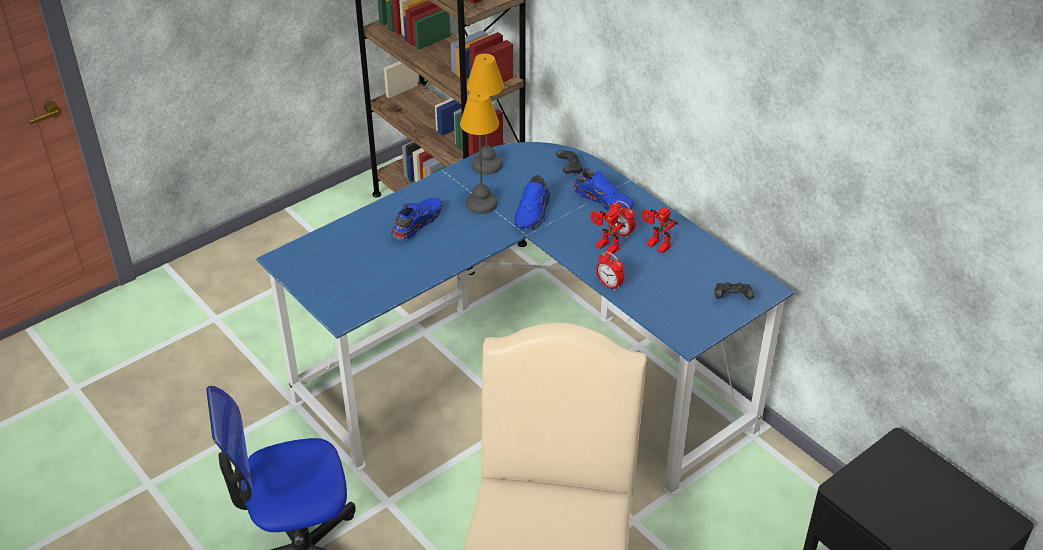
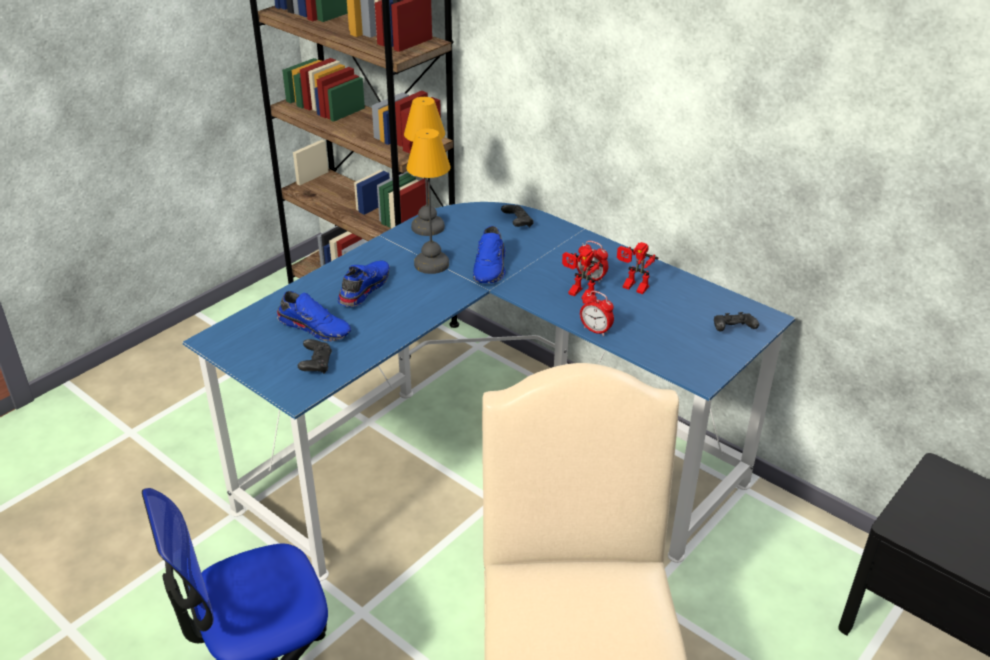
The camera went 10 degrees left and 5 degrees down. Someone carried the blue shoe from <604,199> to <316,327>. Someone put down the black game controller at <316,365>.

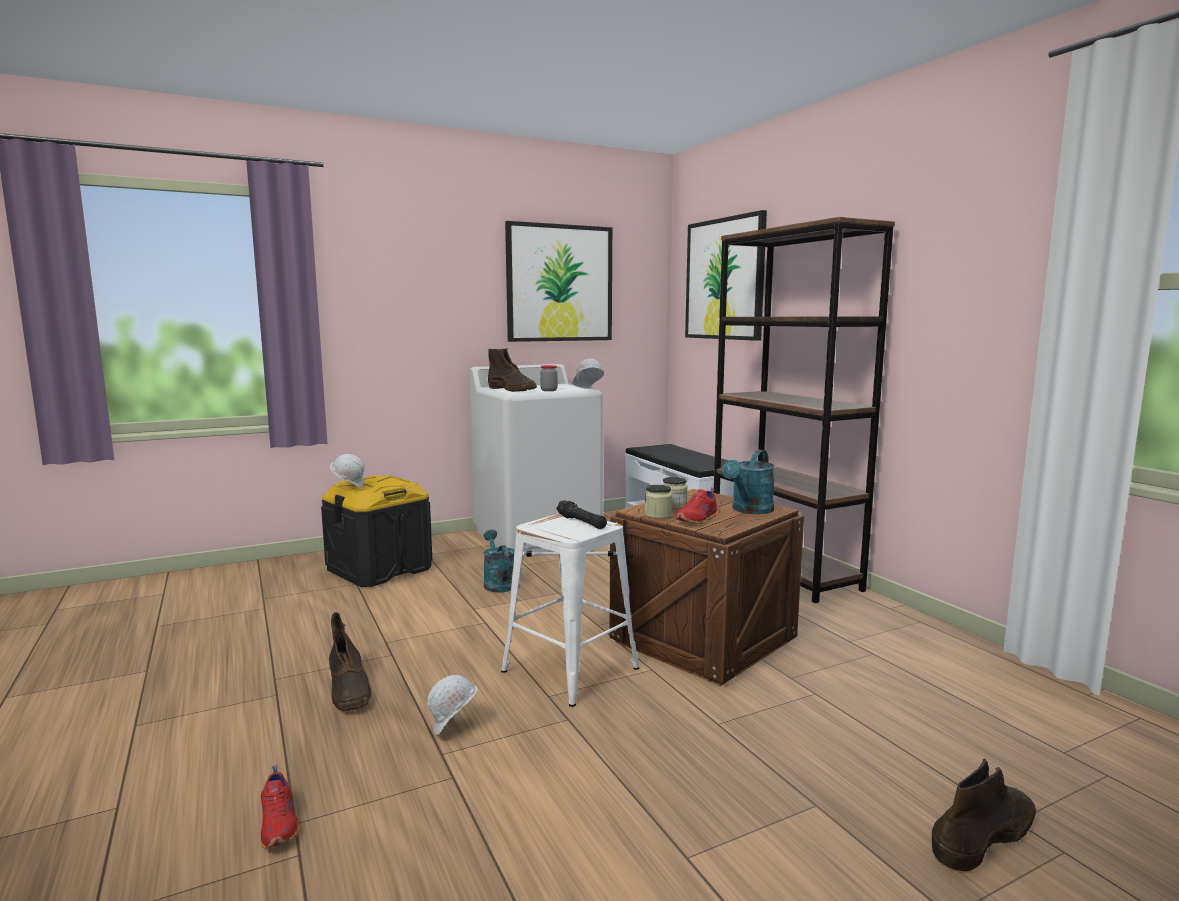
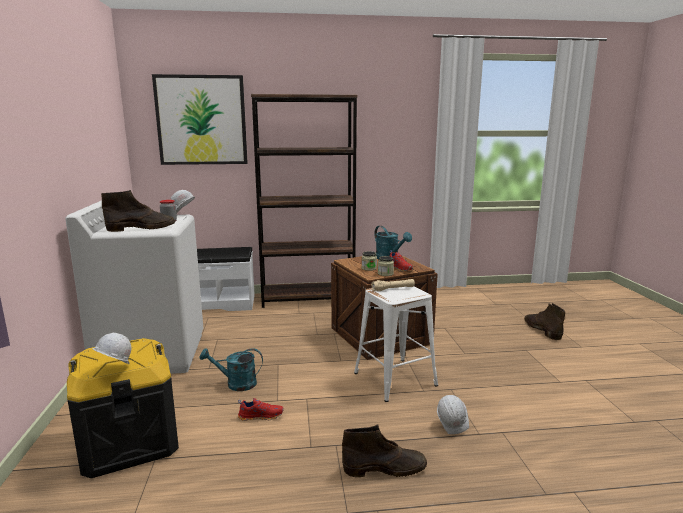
The camera went 70 degrees left and 5 degrees up. Someone carried the red shoe from <280,825> to <261,416>. Someone took away the picture at <559,283>. Someone repainted the black flashlight at <581,522>, which became the beige flashlight at <393,289>.

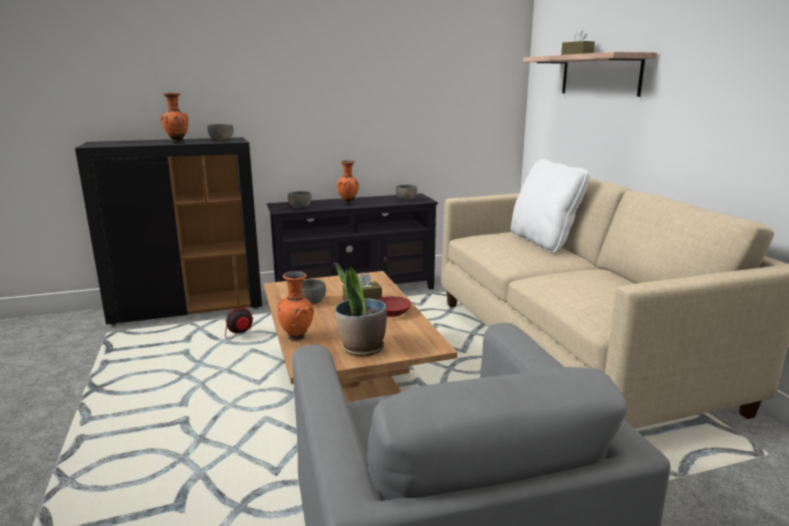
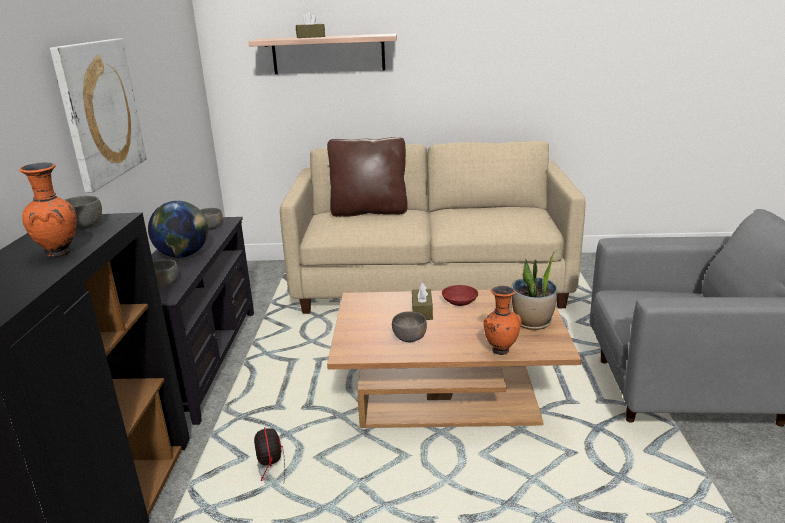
The camera went 70 degrees left and 5 degrees up. Someone swapped the orange vase at <348,203> for the globe at <183,255>. Someone repainted the white pillow at <543,242>, which became the brown pillow at <369,211>. Someone put up the picture at <100,111>.

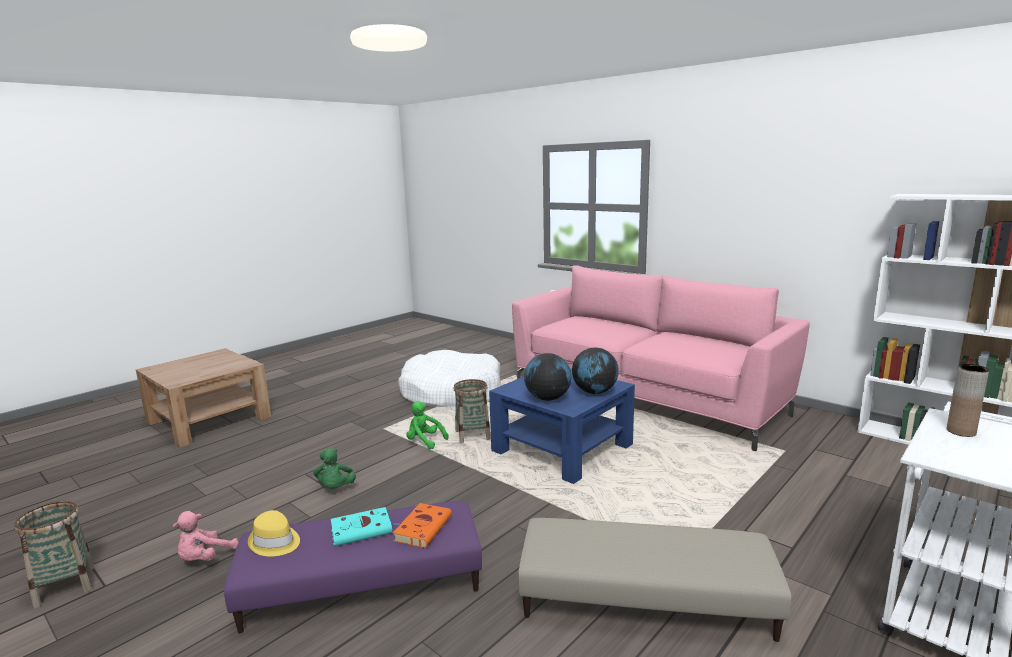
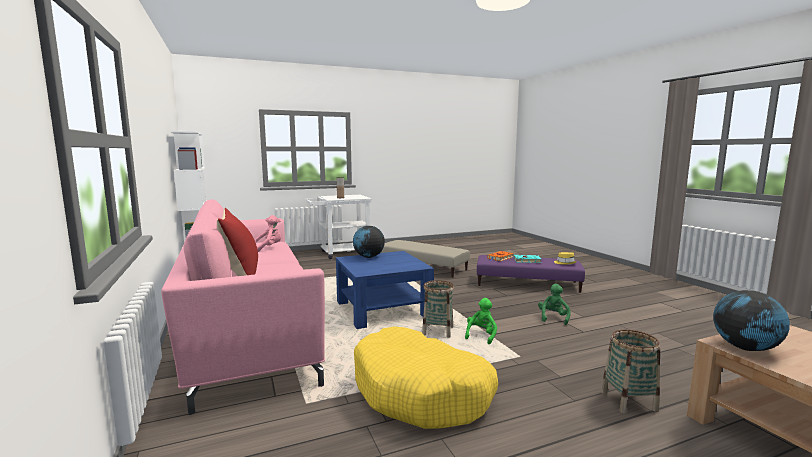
The camera went 155 degrees left and 5 degrees down. Someone carried the basket from <65,586> to <628,401>. Someone carried the pink plush toy from <205,558> to <268,248>. Someone repainted the white dog bed at <451,393>, which became the yellow dog bed at <421,392>. Someone rotated the green plush toy at <424,441> by 120 degrees counterclockwise. Someone carried the globe from <547,398> to <745,348>. Someone put down the red pillow at <240,275>.

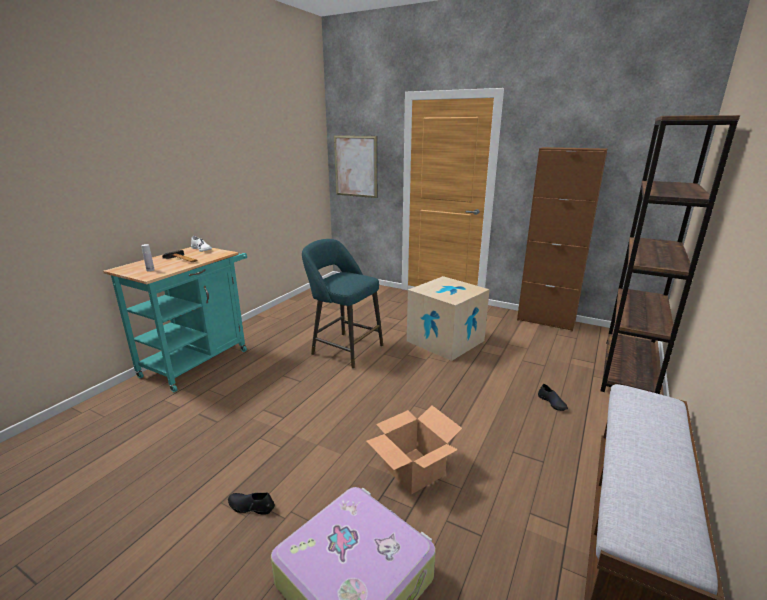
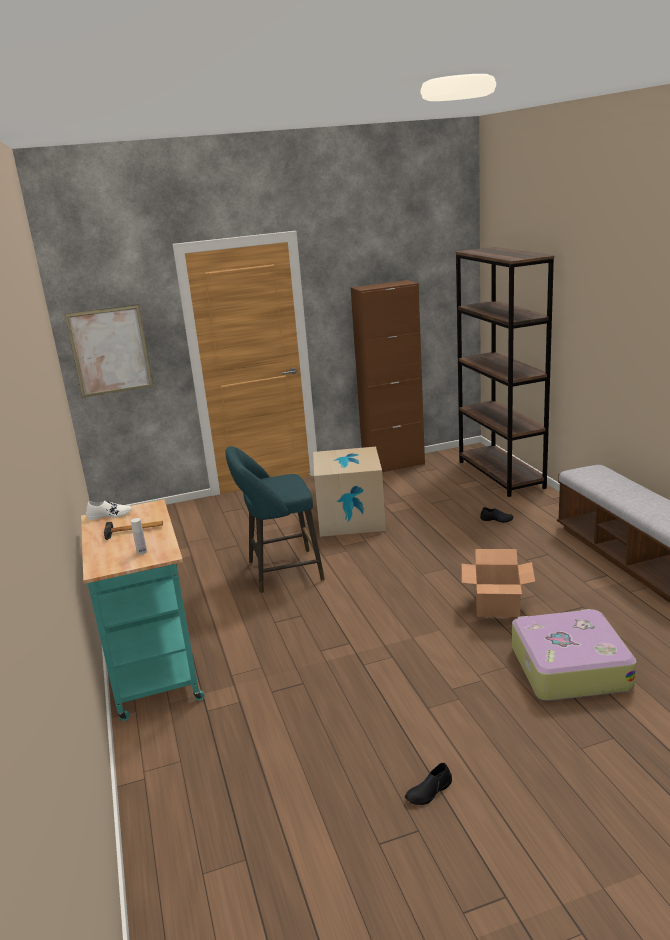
The camera went 45 degrees left and 0 degrees up. Someone carried the black shoe from <251,506> to <429,791>.

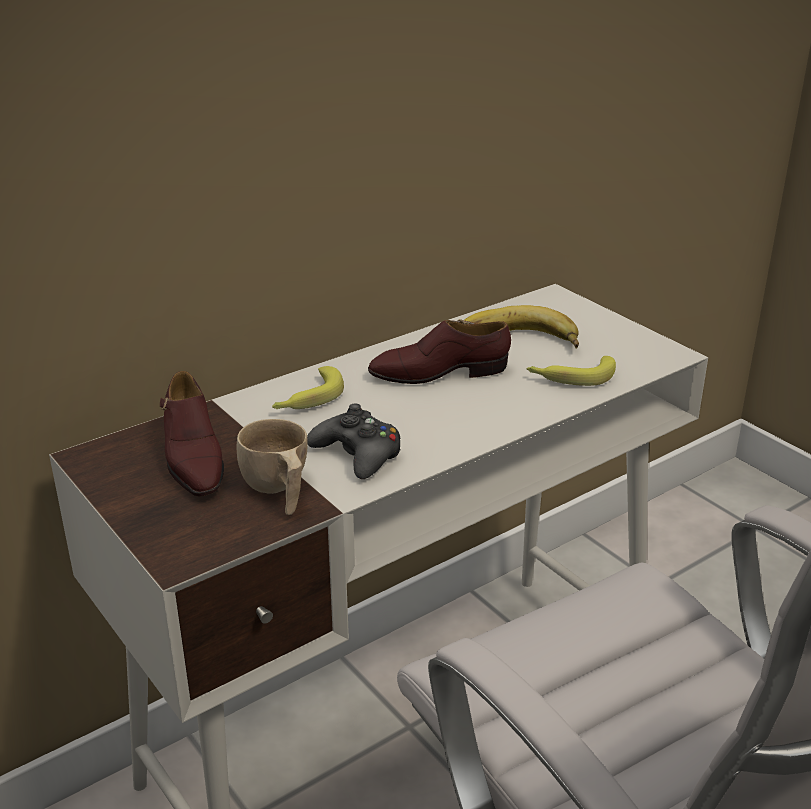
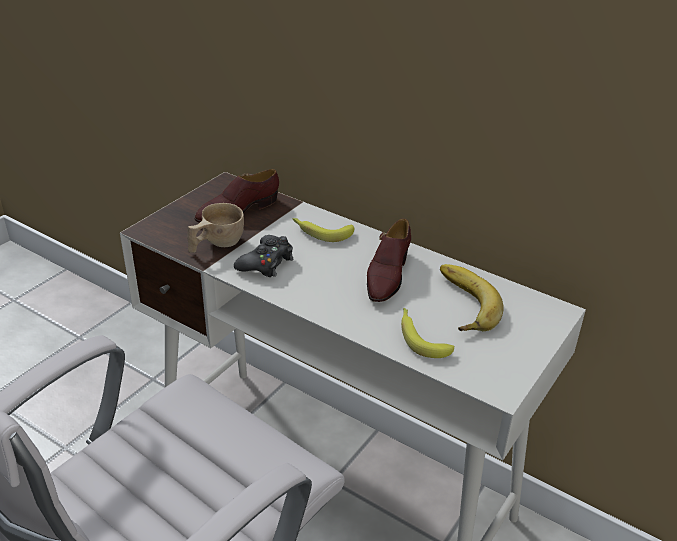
The camera went 70 degrees right and 5 degrees up. Someone rotated the brown shoe at <438,372> by 135 degrees counterclockwise.

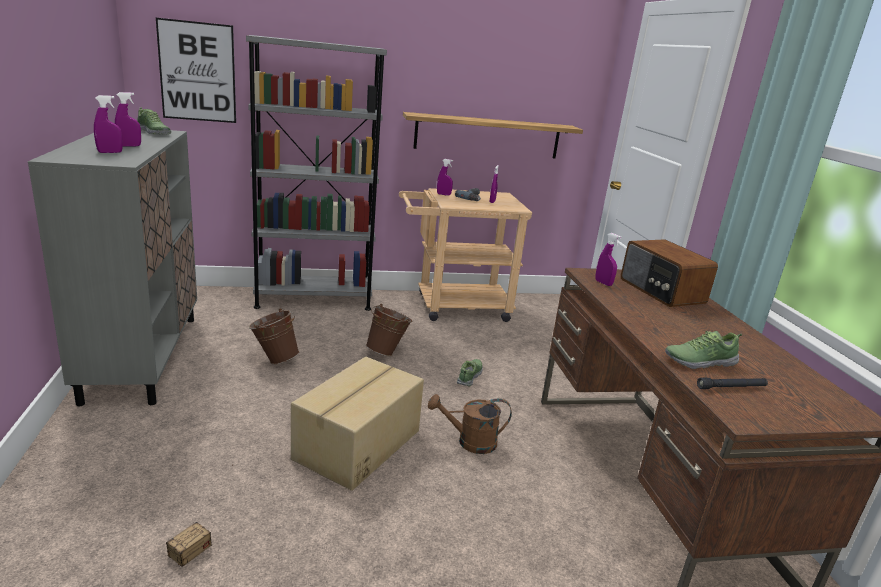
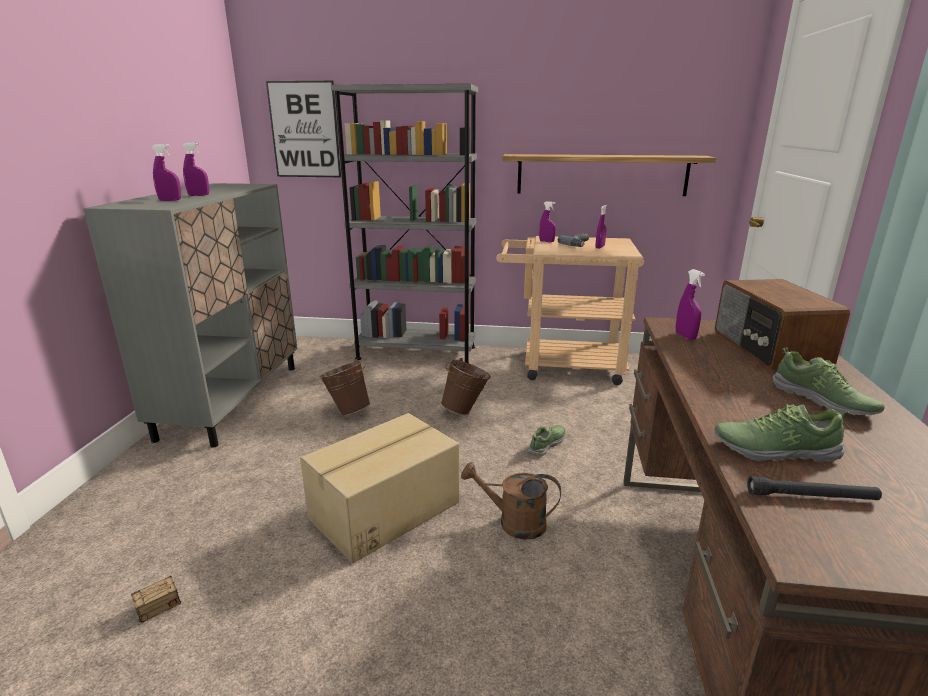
The camera went 20 degrees right and 0 degrees up. Someone carried the shoe from <153,132> to <823,401>.

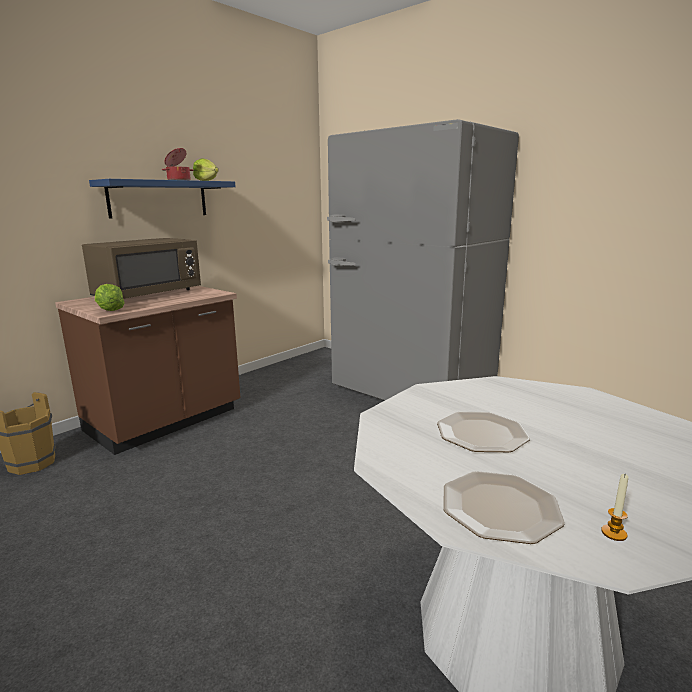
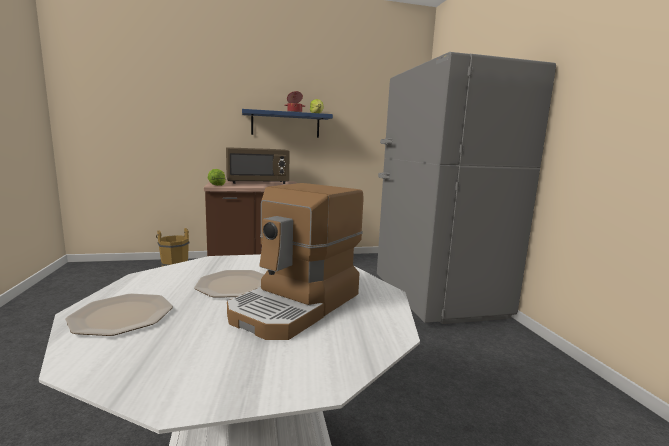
The camera went 35 degrees right and 5 degrees down. Someone took away the candle at <614,533>. Someone put down the coffee machine at <297,306>.

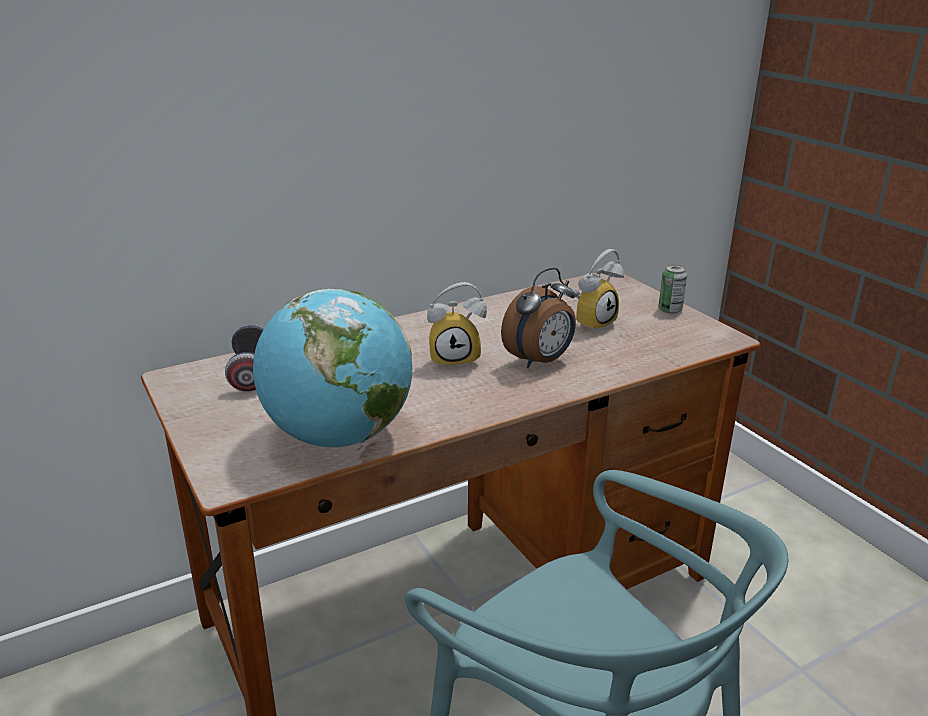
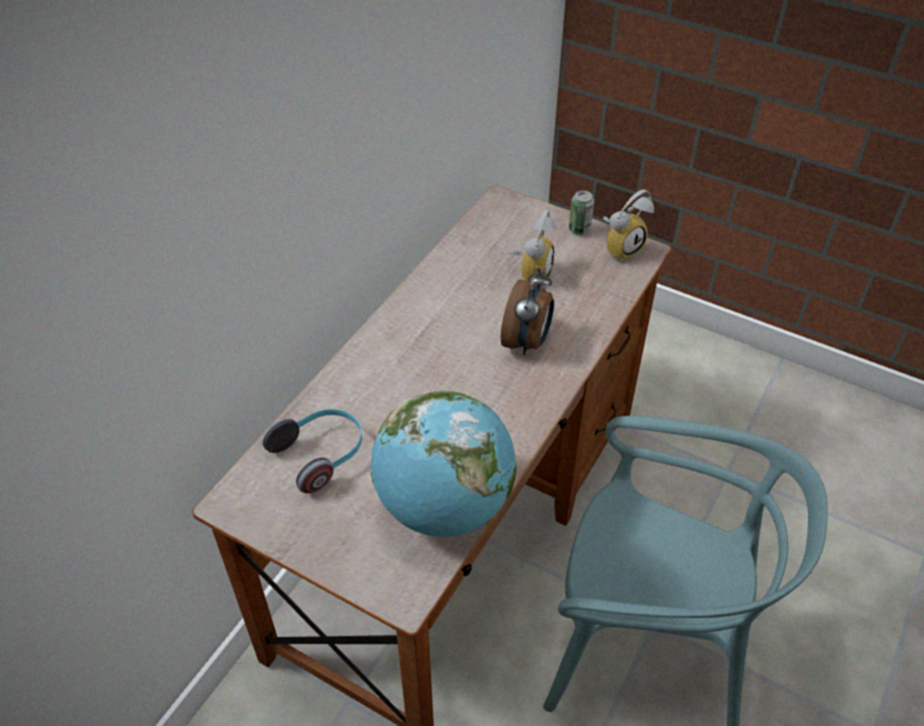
The camera went 30 degrees left and 20 degrees up. Someone carried the alarm clock from <456,359> to <621,247>.

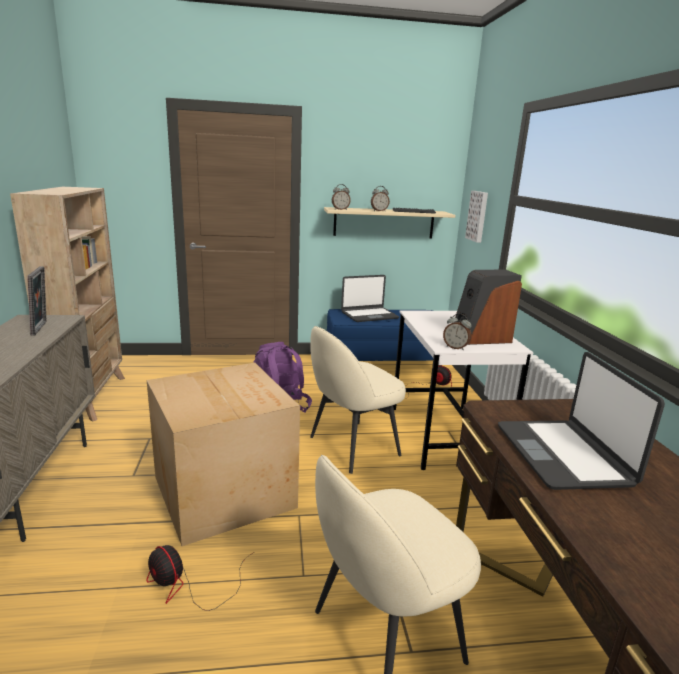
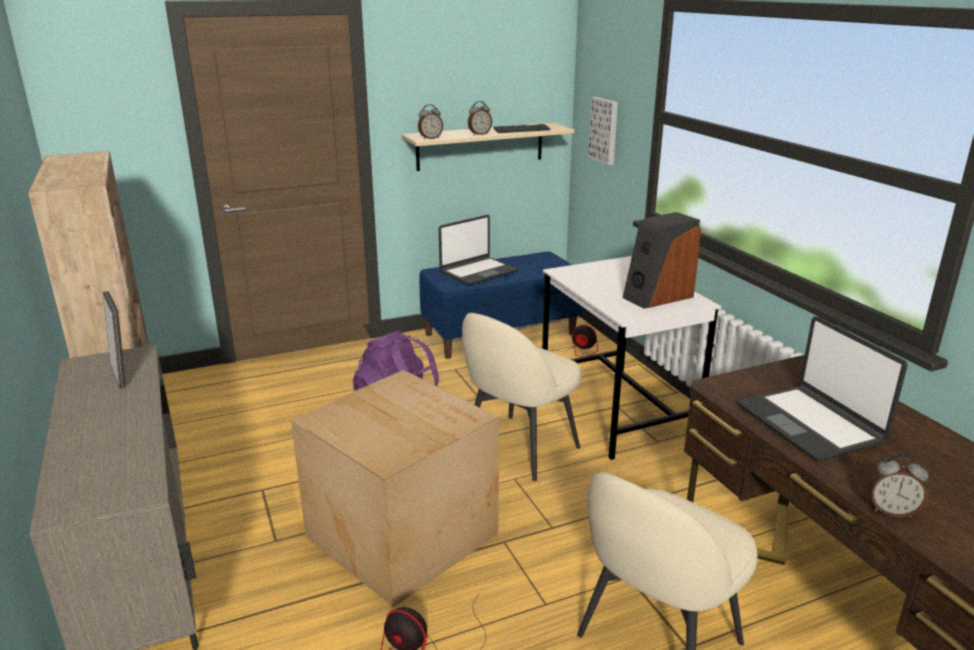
The camera went 15 degrees left and 5 degrees up. Someone carried the alarm clock from <455,347> to <891,511>.

